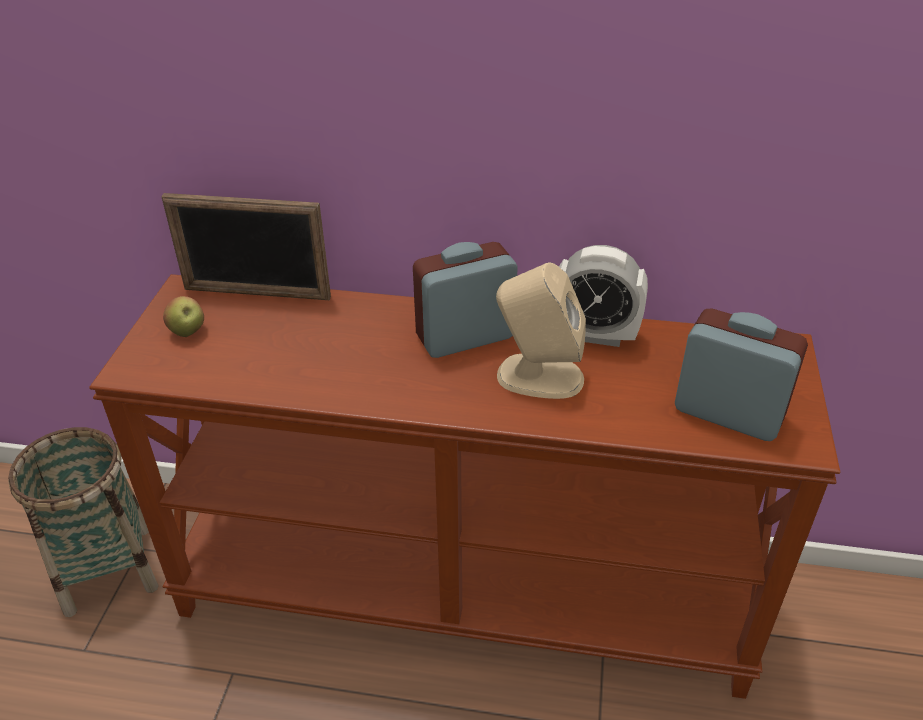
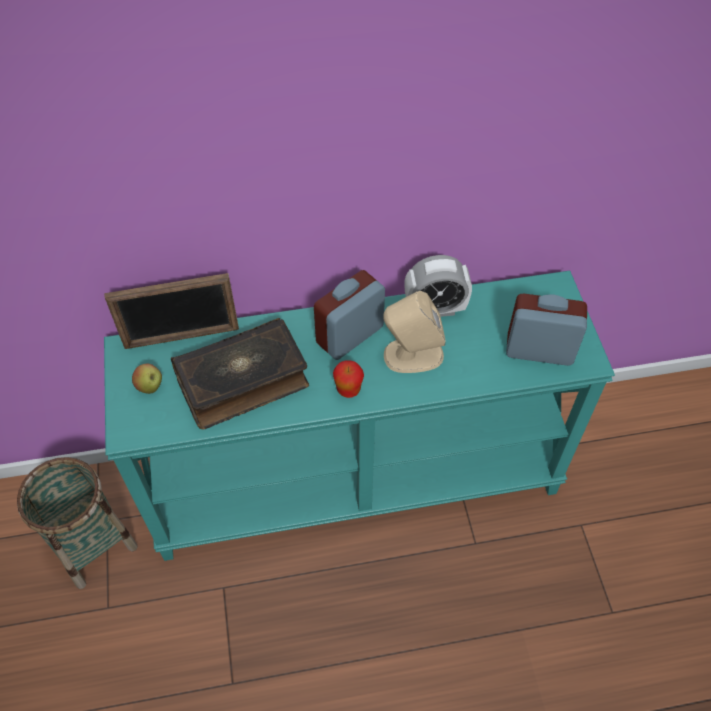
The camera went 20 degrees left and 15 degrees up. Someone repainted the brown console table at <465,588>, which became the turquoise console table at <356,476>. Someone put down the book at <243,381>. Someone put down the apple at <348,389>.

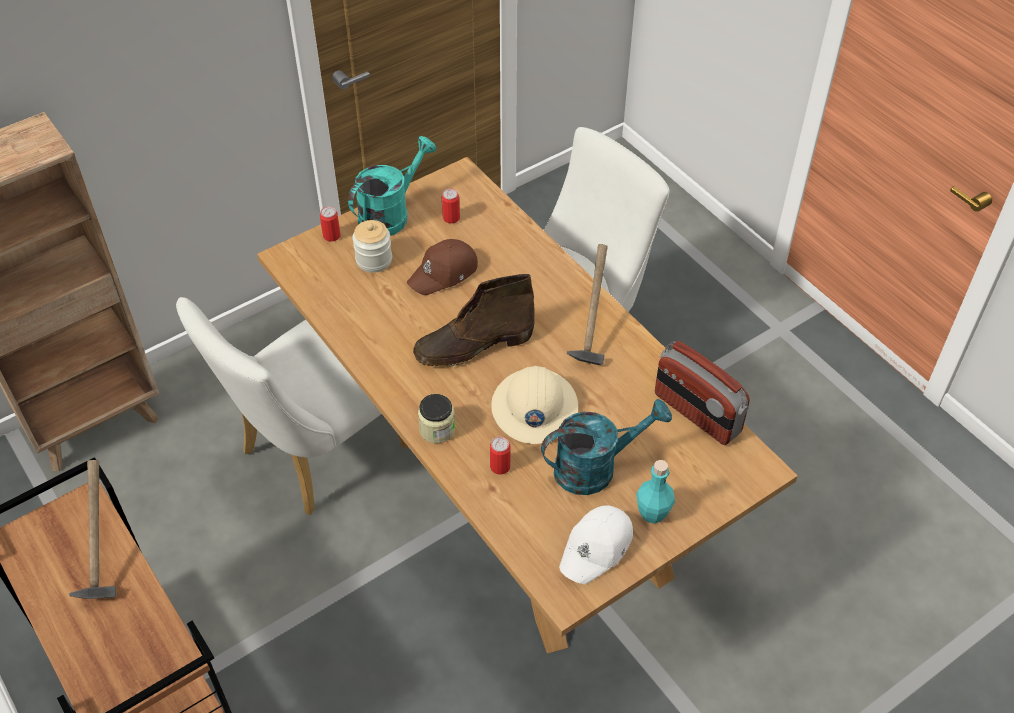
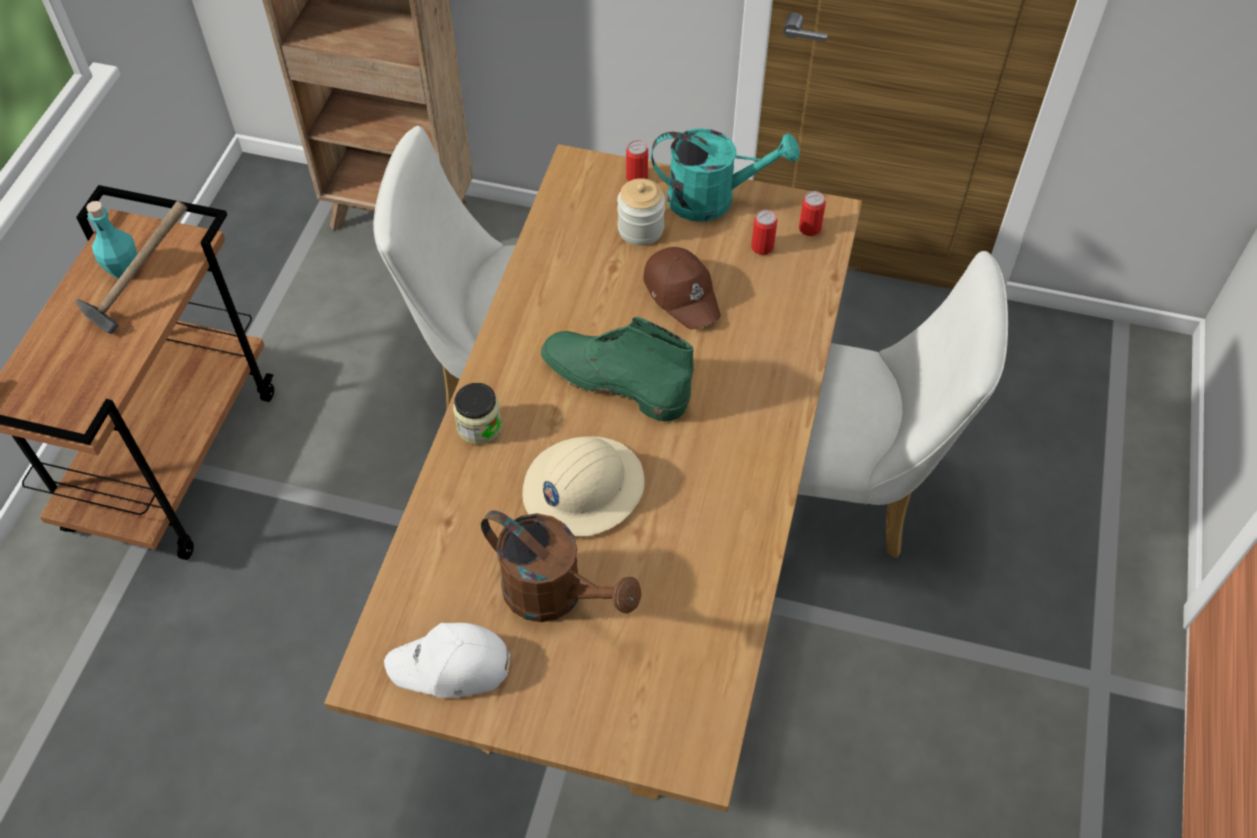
The camera went 50 degrees right and 5 degrees up. Someone rotated the brown cap at <444,273> by 135 degrees counterclockwise. Someone repainted the brown boot at <473,345>, which became the green boot at <613,381>. Someone carried the can from <500,466> to <809,228>. Someone repainted the turquoise watering can at <595,467>, which became the brown watering can at <555,595>. Someone took away the hammer at <590,332>. Someone carried the turquoise bottle from <652,513> to <124,269>. Someone took away the radio at <696,413>.

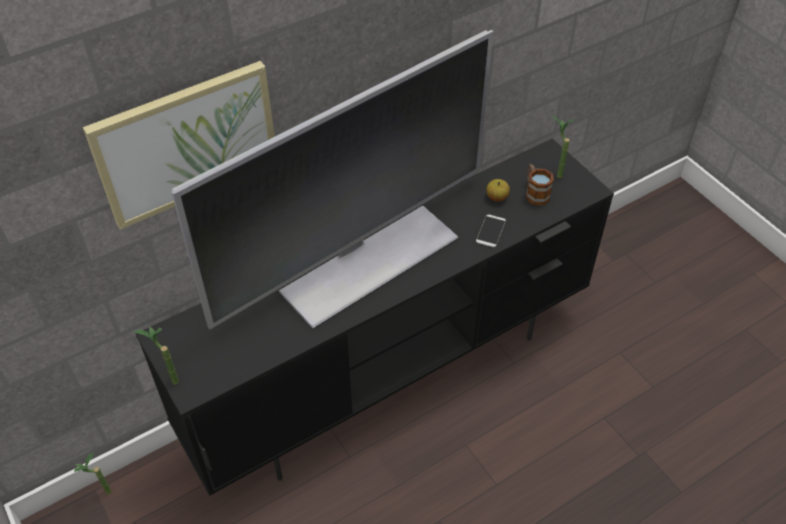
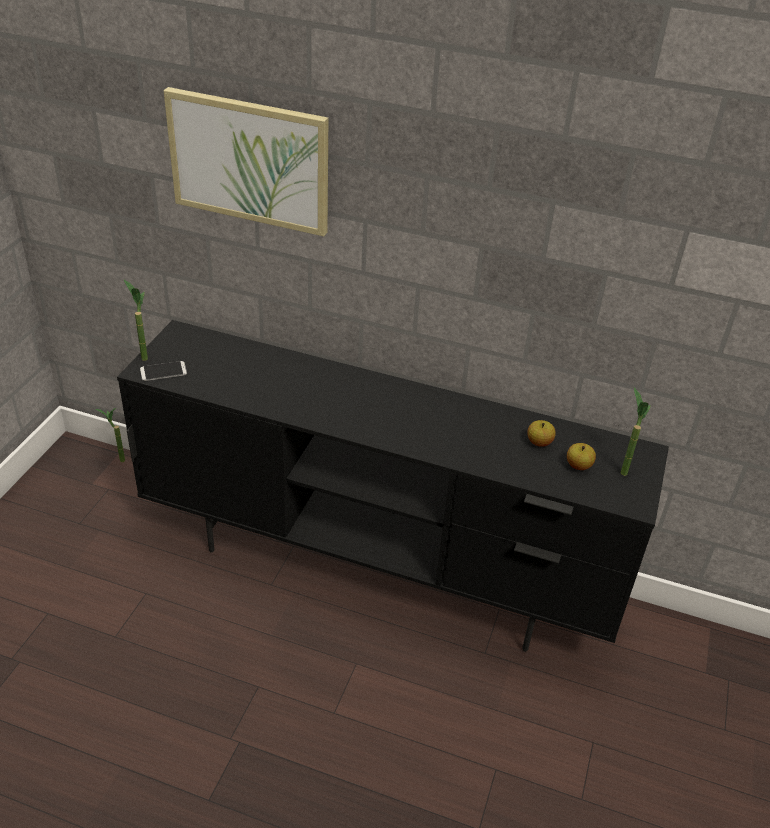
The camera went 50 degrees right and 10 degrees down. Someone took away the television at <367,262>. Someone carried the phone from <490,231> to <163,371>. Someone swapped the mug at <535,193> for the apple at <578,466>.

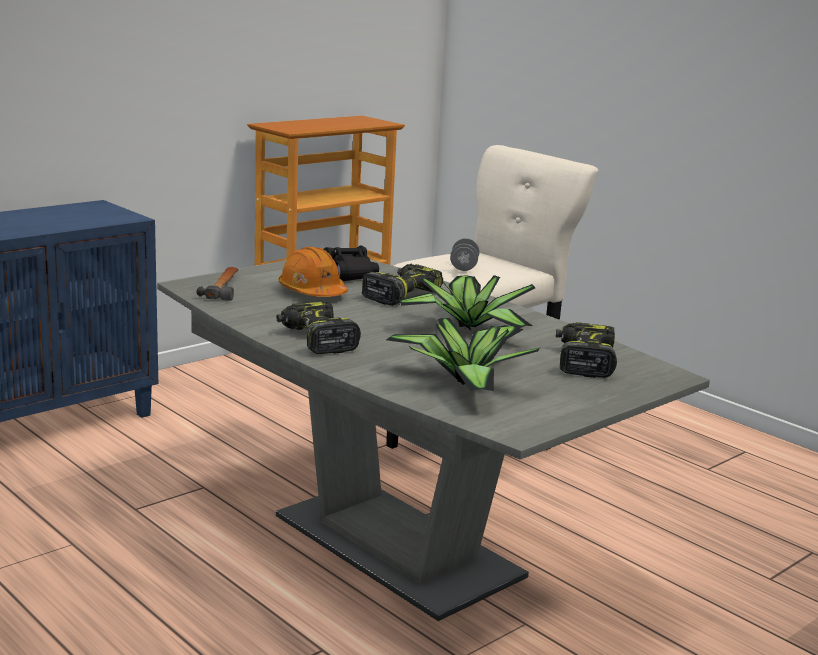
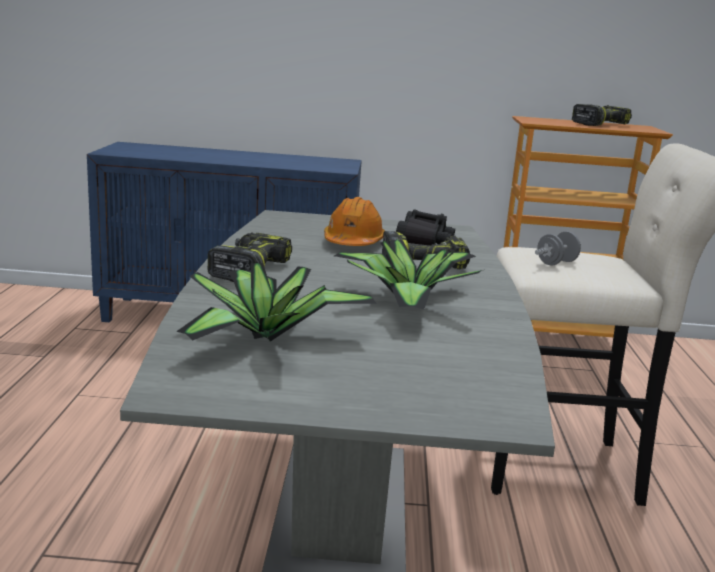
The camera went 45 degrees right and 0 degrees up. Someone took away the hammer at <224,287>. Someone carried the power drill from <583,362> to <599,124>.

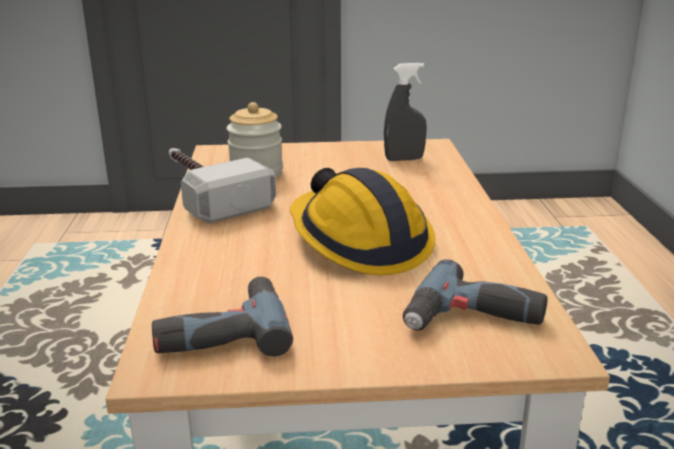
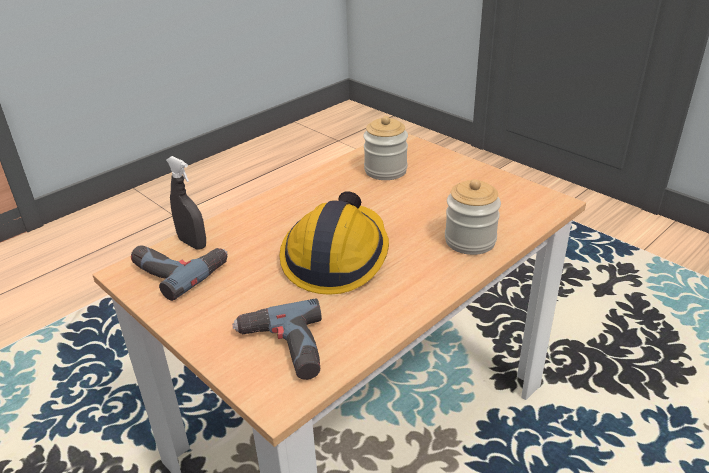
The camera went 50 degrees right and 10 degrees up. Someone took away the hammer at <206,191>. Someone carried the grey spray bottle from <404,159> to <192,243>. Someone put down the jar at <470,241>.

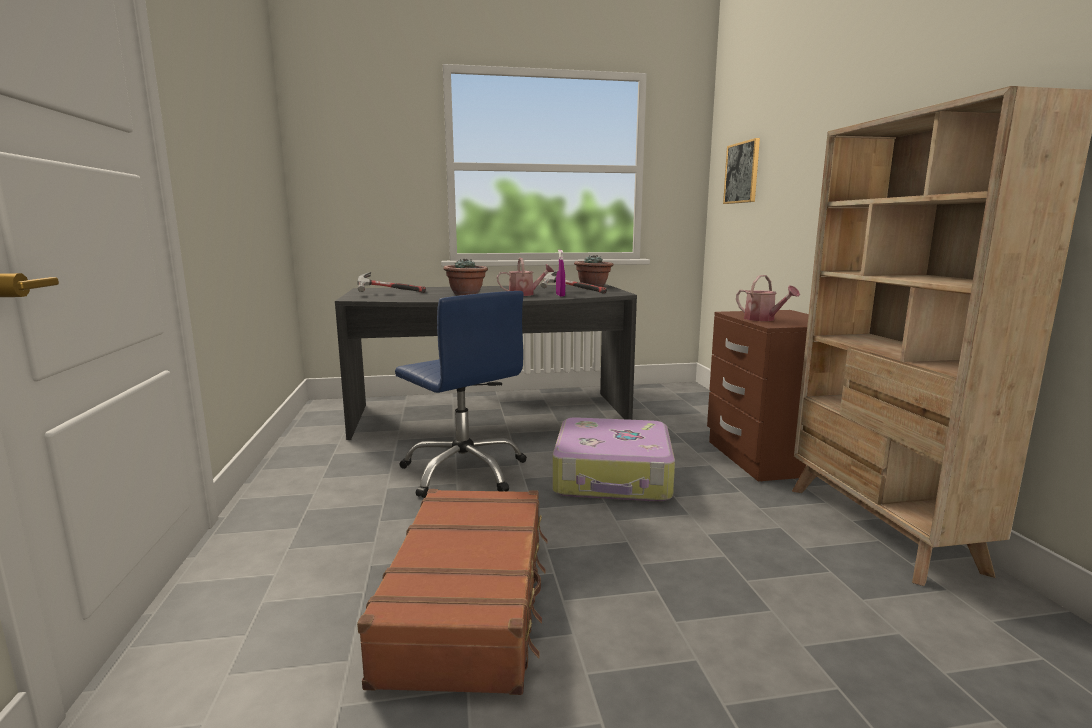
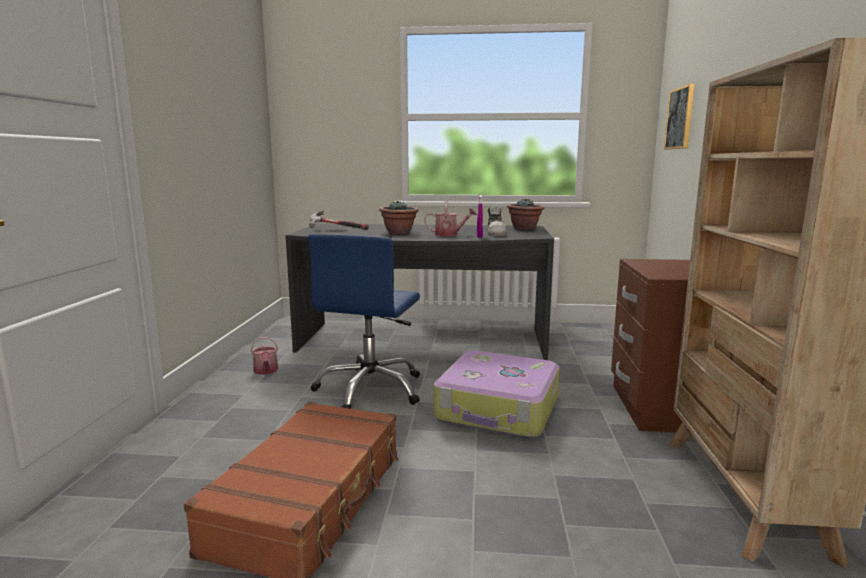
The camera went 15 degrees right and 0 degrees up. Someone rotated the blue office chair at <464,471> by 45 degrees clockwise. Someone swapped the hammer at <572,292> for the shoe at <496,233>. Someone carried the watering can from <763,319> to <266,371>.

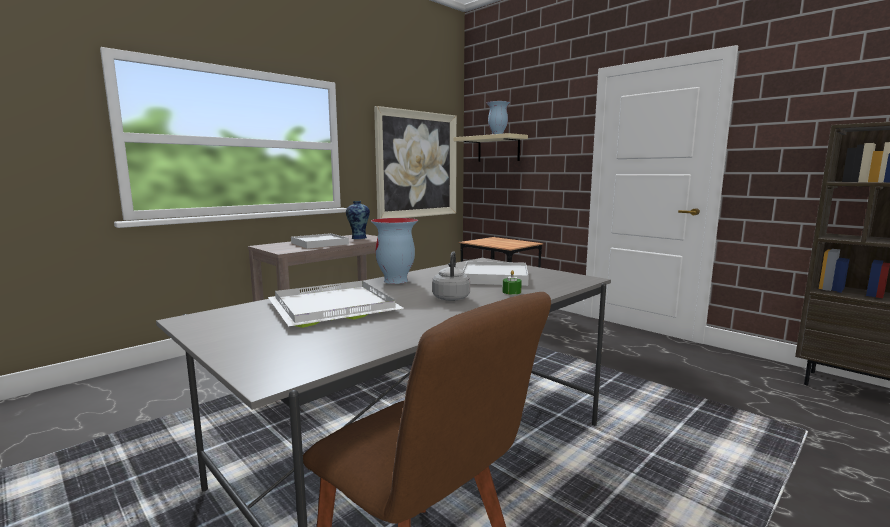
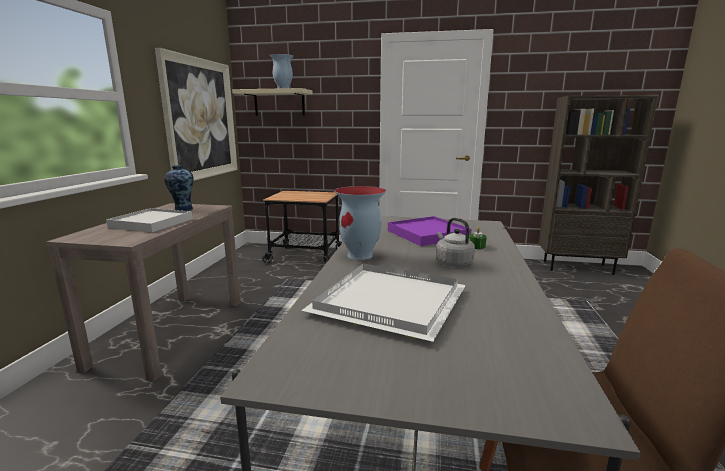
The camera went 35 degrees left and 5 degrees up. Someone repainted the white tray at <494,277>, which became the purple tray at <427,234>.

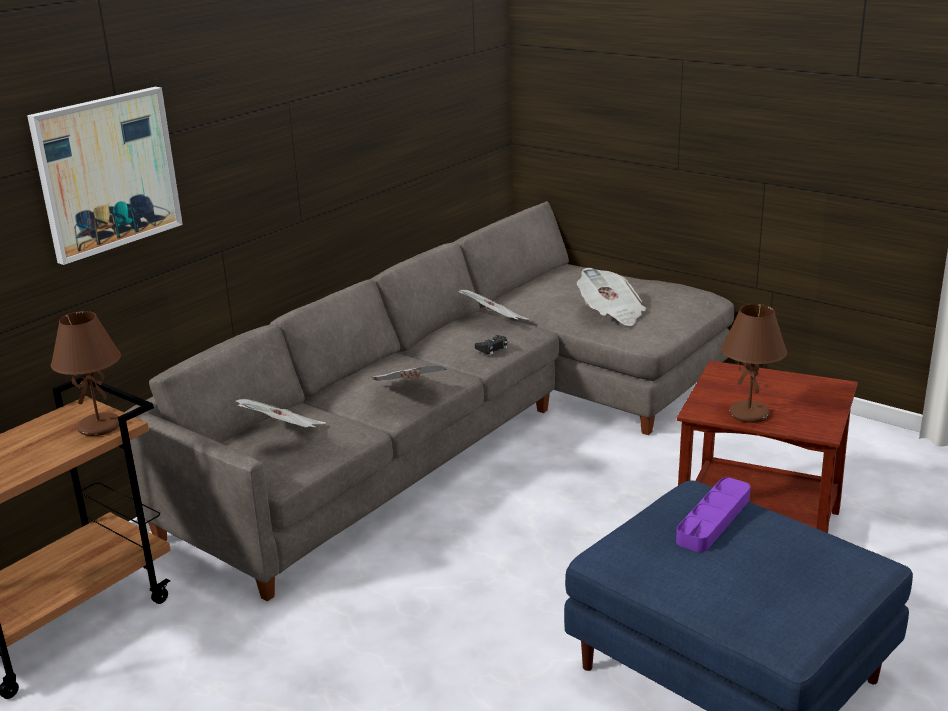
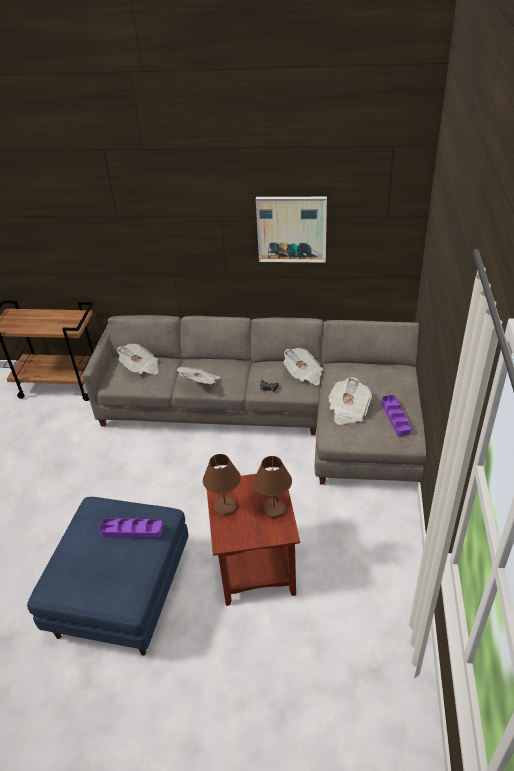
The camera went 60 degrees right and 15 degrees up. Someone carried the picture from <107,173> to <291,229>. Someone carried the brown table lamp from <100,426> to <274,509>. Someone put down the purple tray at <395,417>.

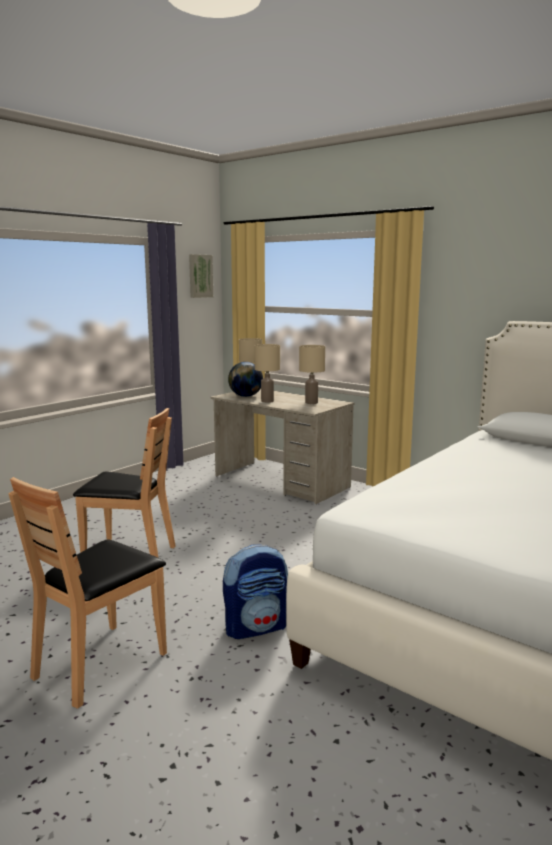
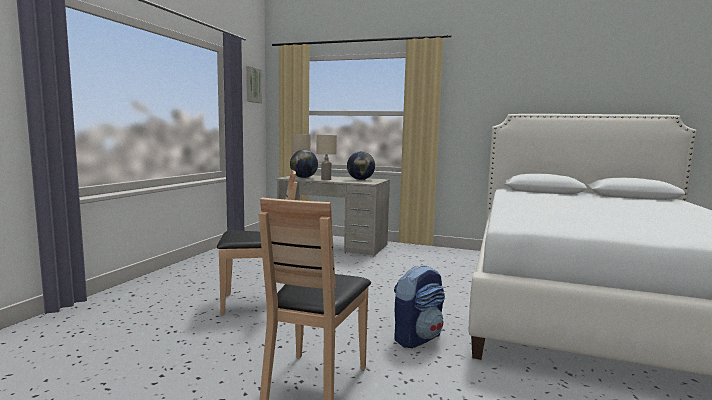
The camera went 20 degrees left and 5 degrees down. Someone swapped the beige table lamp at <311,403> for the globe at <360,179>.

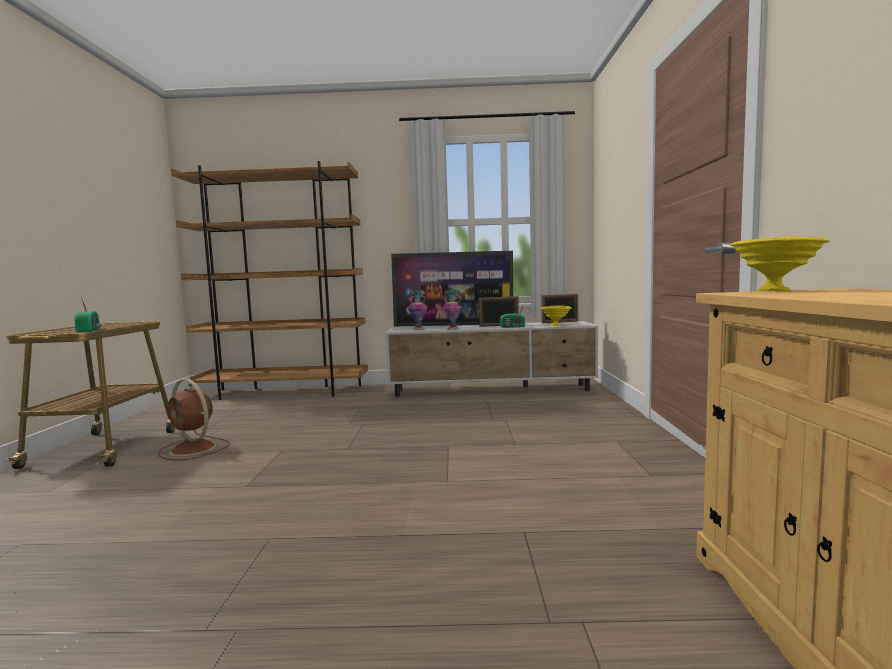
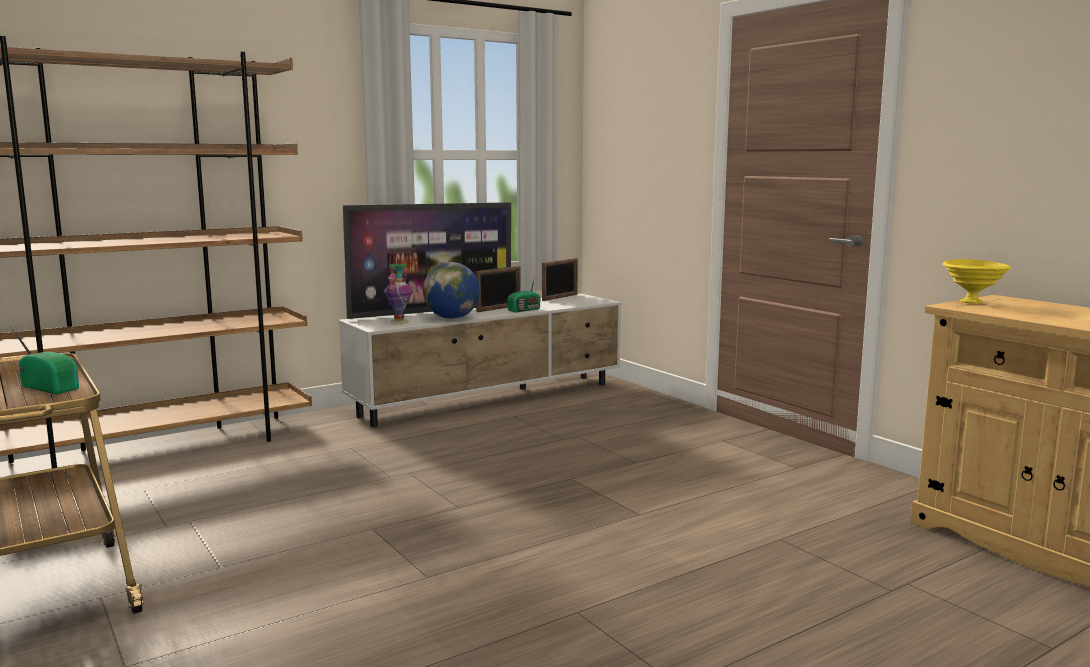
The camera went 35 degrees left and 5 degrees up. Someone took away the brown fan at <194,449>. Someone swapped the vase at <453,328> for the globe at <452,318>. Someone took away the yellow bowl at <556,325>.

